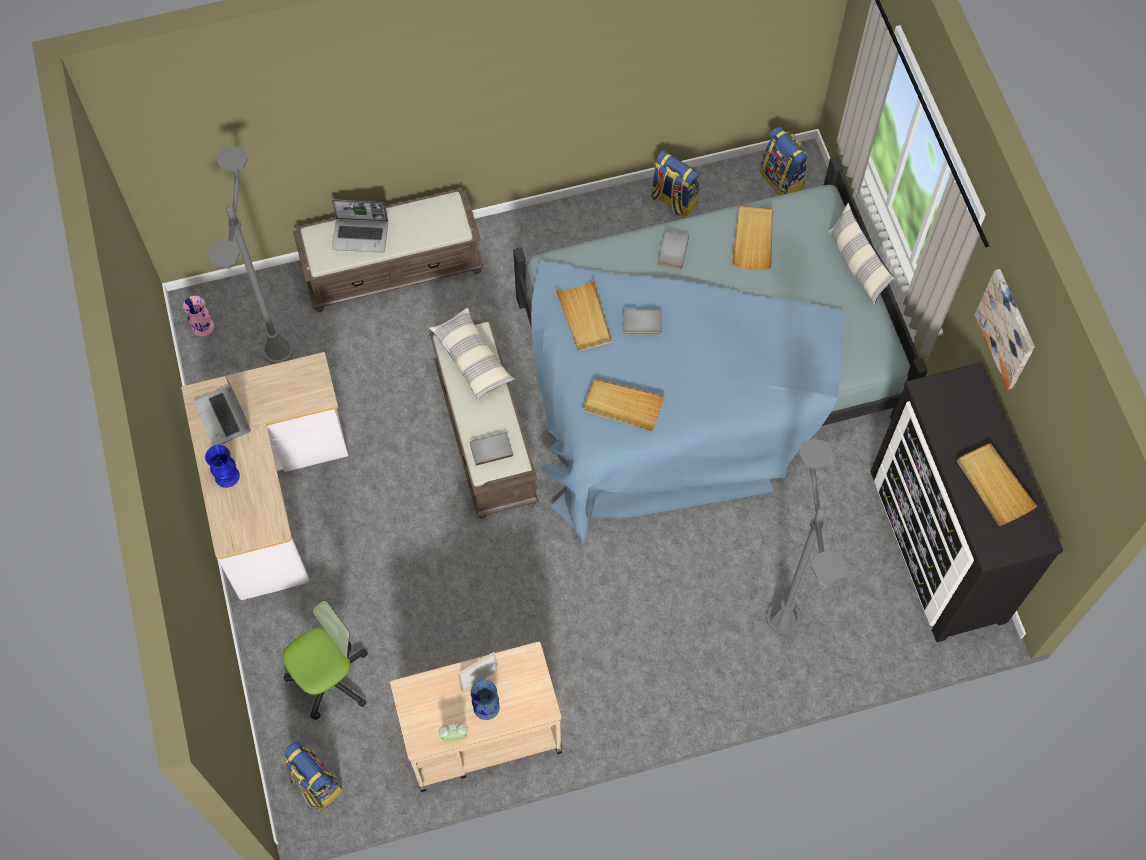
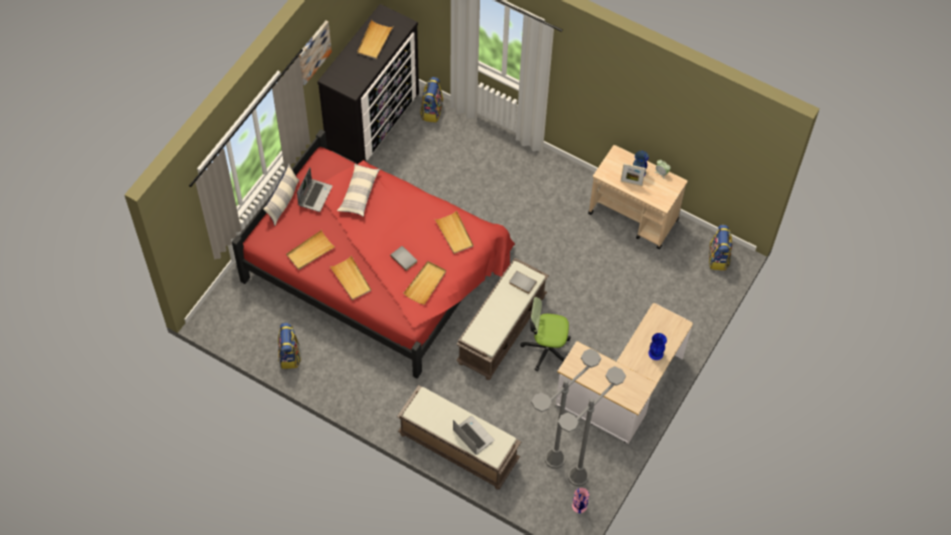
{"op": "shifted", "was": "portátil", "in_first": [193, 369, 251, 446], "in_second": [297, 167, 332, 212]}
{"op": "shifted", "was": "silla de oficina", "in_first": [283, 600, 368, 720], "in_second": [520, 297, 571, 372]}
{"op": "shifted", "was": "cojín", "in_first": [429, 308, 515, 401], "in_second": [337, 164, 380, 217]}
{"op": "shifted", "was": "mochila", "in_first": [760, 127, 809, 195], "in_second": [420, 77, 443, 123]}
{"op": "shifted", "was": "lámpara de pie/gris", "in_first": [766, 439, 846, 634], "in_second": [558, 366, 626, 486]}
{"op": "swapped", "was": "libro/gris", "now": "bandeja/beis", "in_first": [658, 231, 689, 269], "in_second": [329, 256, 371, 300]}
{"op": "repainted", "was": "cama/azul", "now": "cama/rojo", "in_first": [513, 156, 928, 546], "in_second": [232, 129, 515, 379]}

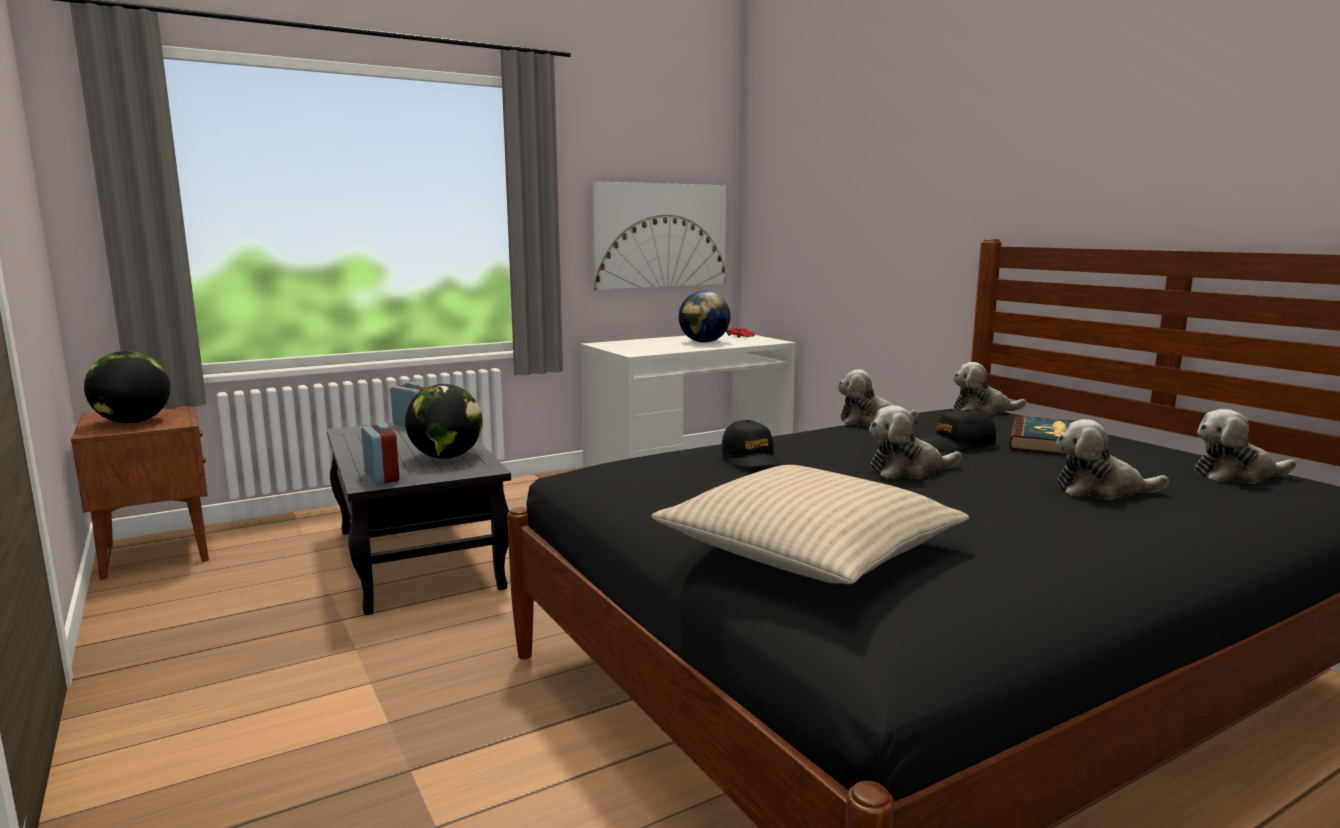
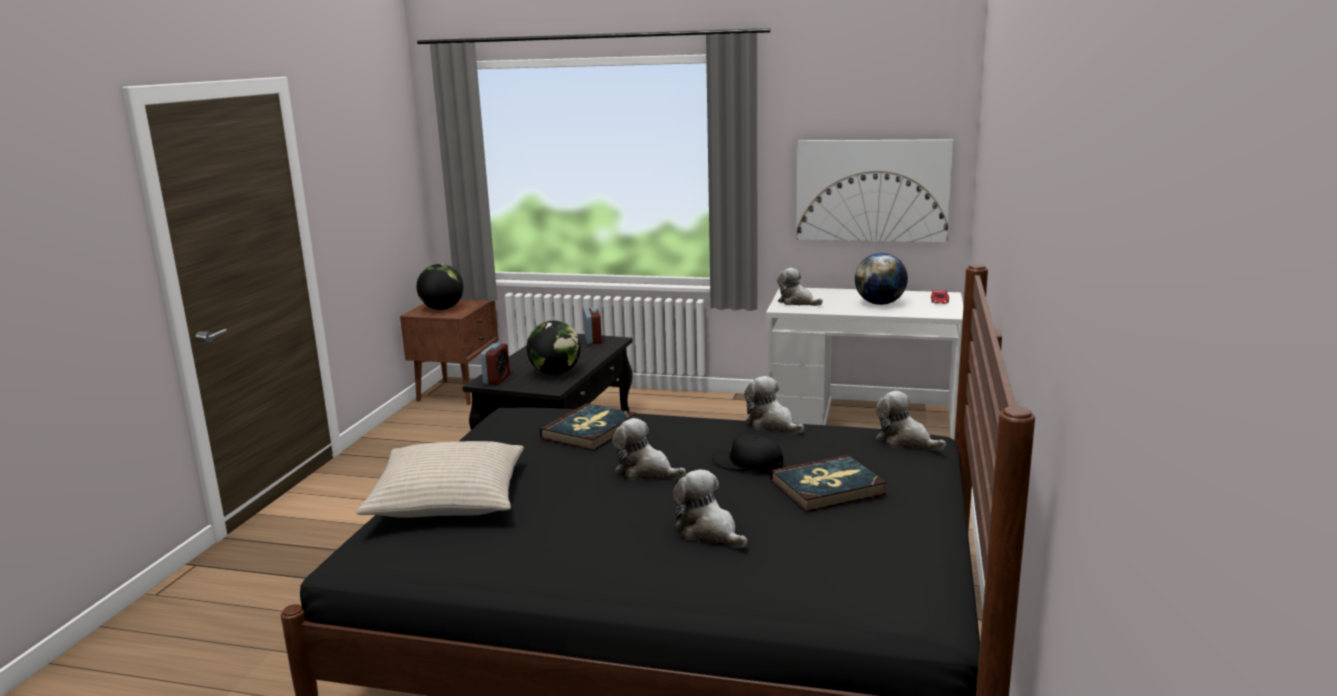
{"op": "shifted", "was": "peluche", "in_first": [1194, 409, 1296, 484], "in_second": [777, 268, 823, 306]}
{"op": "swapped", "was": "gorra/negro", "now": "libro", "in_first": [721, 420, 781, 468], "in_second": [540, 403, 637, 451]}

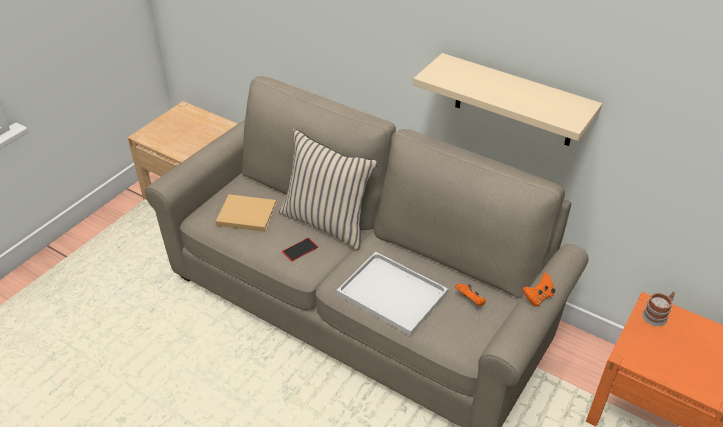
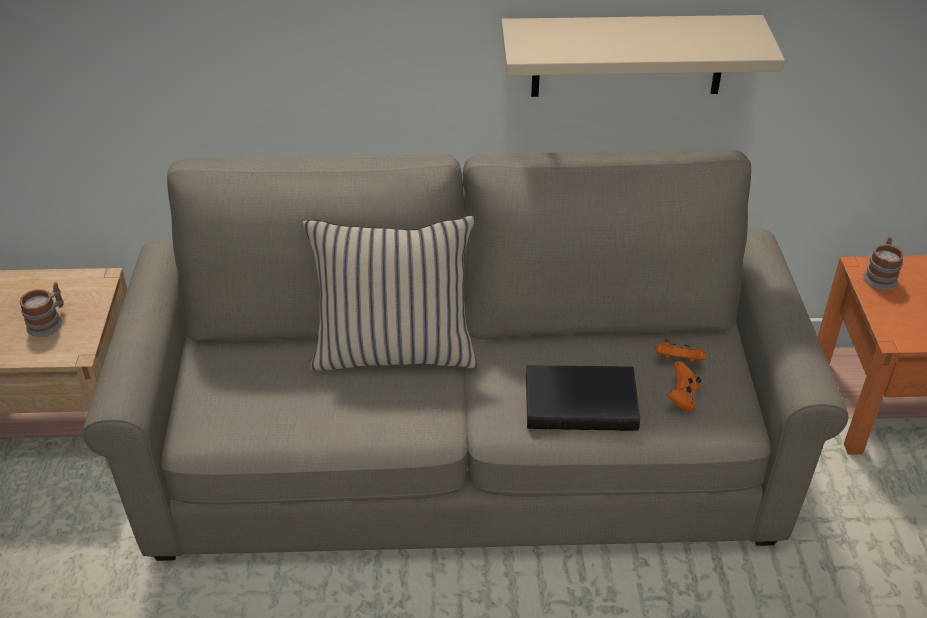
{"op": "gone", "was": "libro/beis", "in_first": [216, 194, 277, 232]}
{"op": "gone", "was": "móvil", "in_first": [282, 238, 318, 261]}
{"op": "new", "now": "taza grande", "in_second": [20, 282, 64, 337]}
{"op": "shifted", "was": "mando de consola/naranja", "in_first": [523, 273, 555, 306], "in_second": [668, 361, 701, 412]}
{"op": "swapped", "was": "bandeja/blanco", "now": "libro/negro", "in_first": [336, 252, 448, 336], "in_second": [526, 365, 640, 431]}

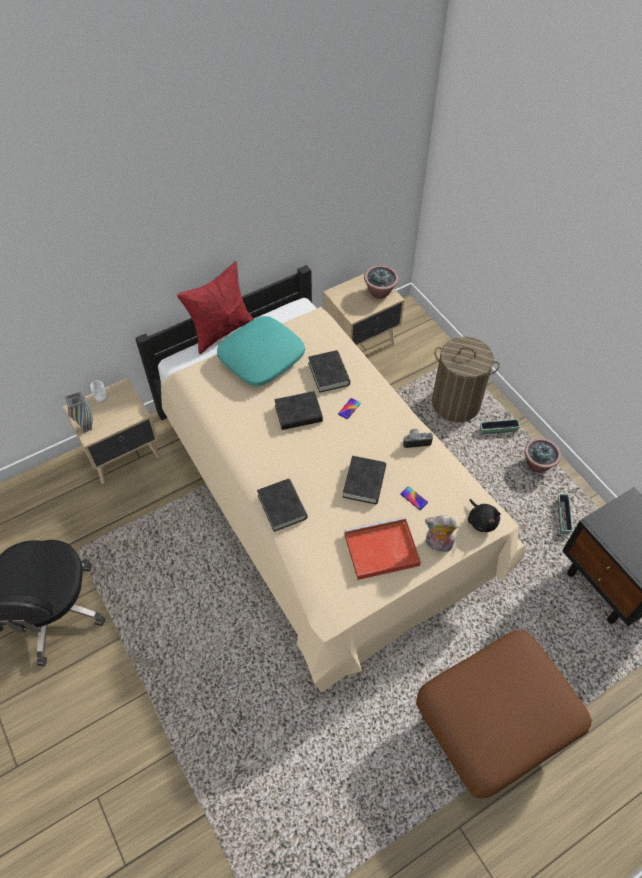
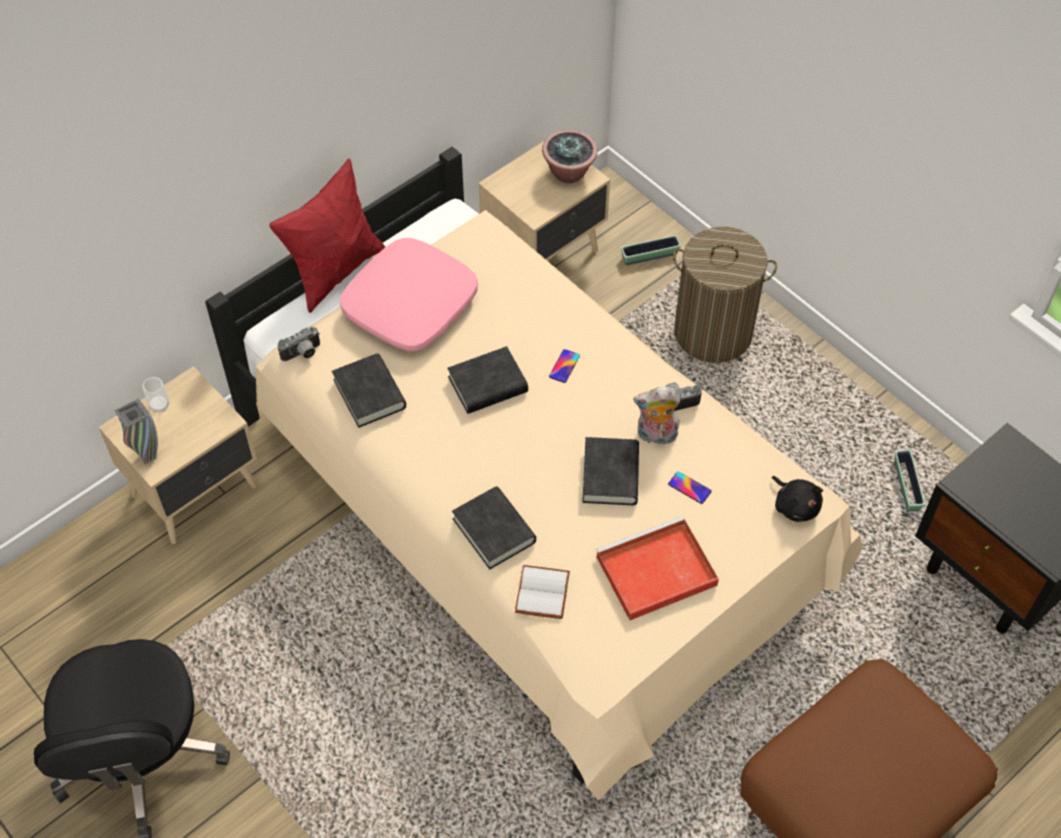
{"op": "gone", "was": "planta en maceta", "in_first": [525, 438, 561, 472]}
{"op": "new", "now": "cámara", "in_second": [278, 327, 320, 361]}
{"op": "new", "now": "libro/blanco", "in_second": [515, 565, 570, 619]}
{"op": "shifted", "was": "libro/negro", "in_first": [308, 350, 350, 393], "in_second": [332, 353, 406, 428]}
{"op": "shifted", "was": "peluche", "in_first": [425, 515, 458, 552], "in_second": [633, 387, 680, 445]}
{"op": "shifted", "was": "maceta", "in_first": [480, 419, 520, 434], "in_second": [621, 235, 681, 265]}
{"op": "repainted", "was": "cojín/turquesa", "now": "cojín/rosa", "in_first": [217, 316, 305, 386], "in_second": [340, 238, 478, 351]}

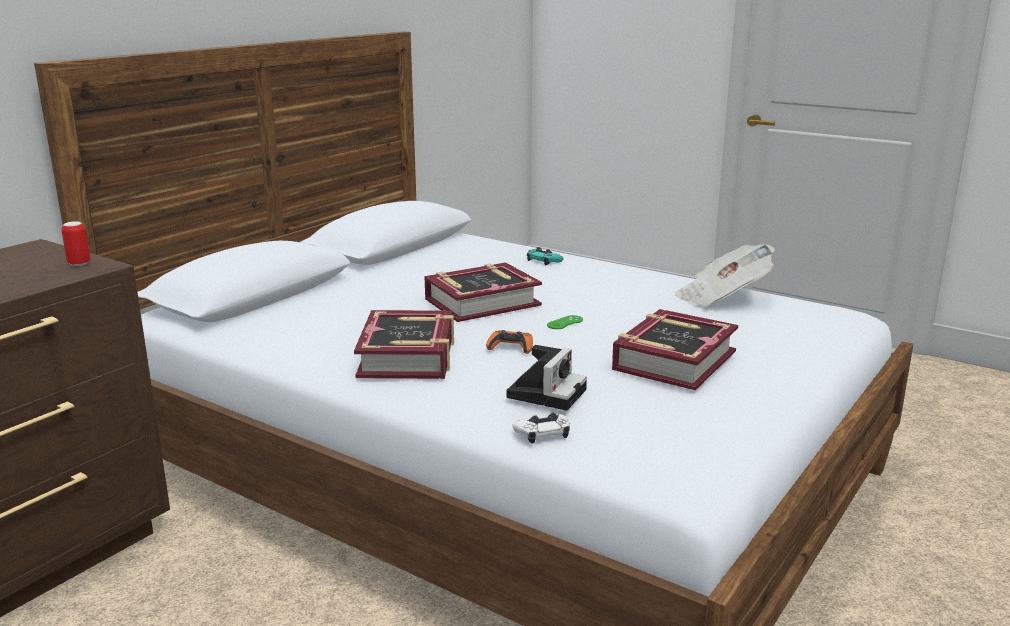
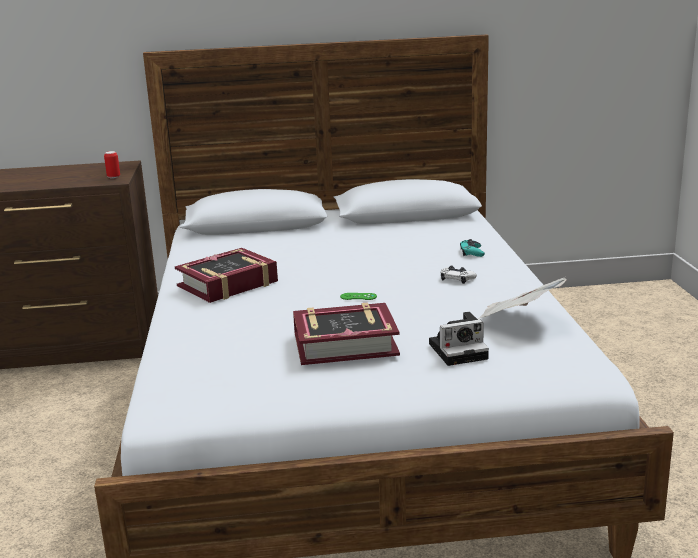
{"op": "gone", "was": "libro", "in_first": [425, 263, 542, 322]}
{"op": "gone", "was": "mando de consola/naranja", "in_first": [486, 330, 533, 354]}
{"op": "shifted", "was": "cámara", "in_first": [506, 345, 587, 411], "in_second": [429, 312, 489, 366]}
{"op": "shifted", "was": "mando de consola/blanco", "in_first": [513, 413, 570, 444], "in_second": [441, 266, 477, 284]}

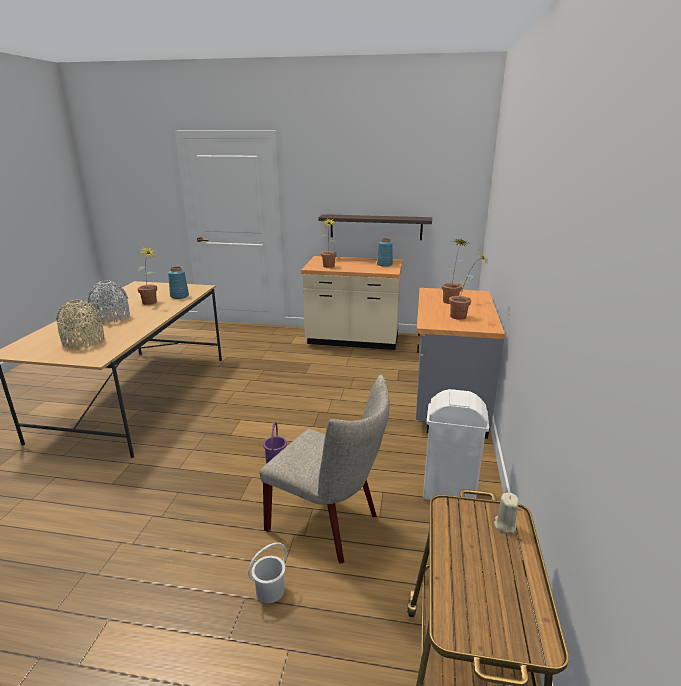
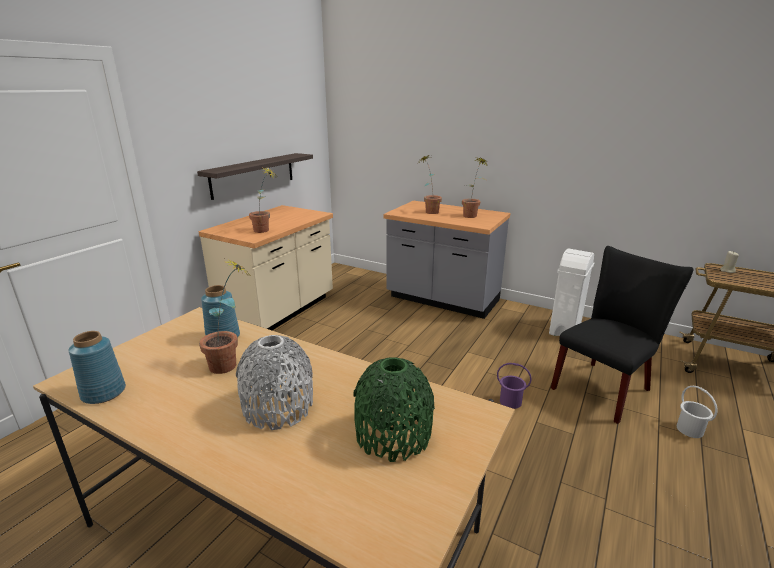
{"op": "shifted", "was": "florero/azul", "in_first": [377, 238, 393, 267], "in_second": [69, 331, 126, 404]}
{"op": "repainted", "was": "florero/beis", "now": "florero/verde", "in_first": [56, 300, 105, 349], "in_second": [353, 357, 435, 462]}
{"op": "repainted", "was": "silla/beis", "now": "silla/negro", "in_first": [260, 375, 389, 564], "in_second": [551, 246, 693, 424]}

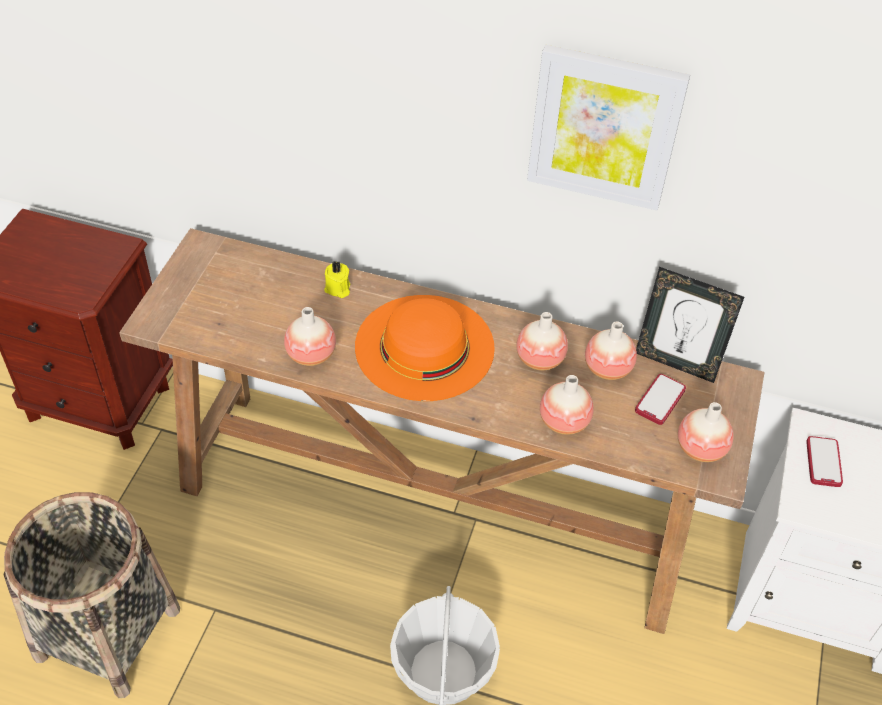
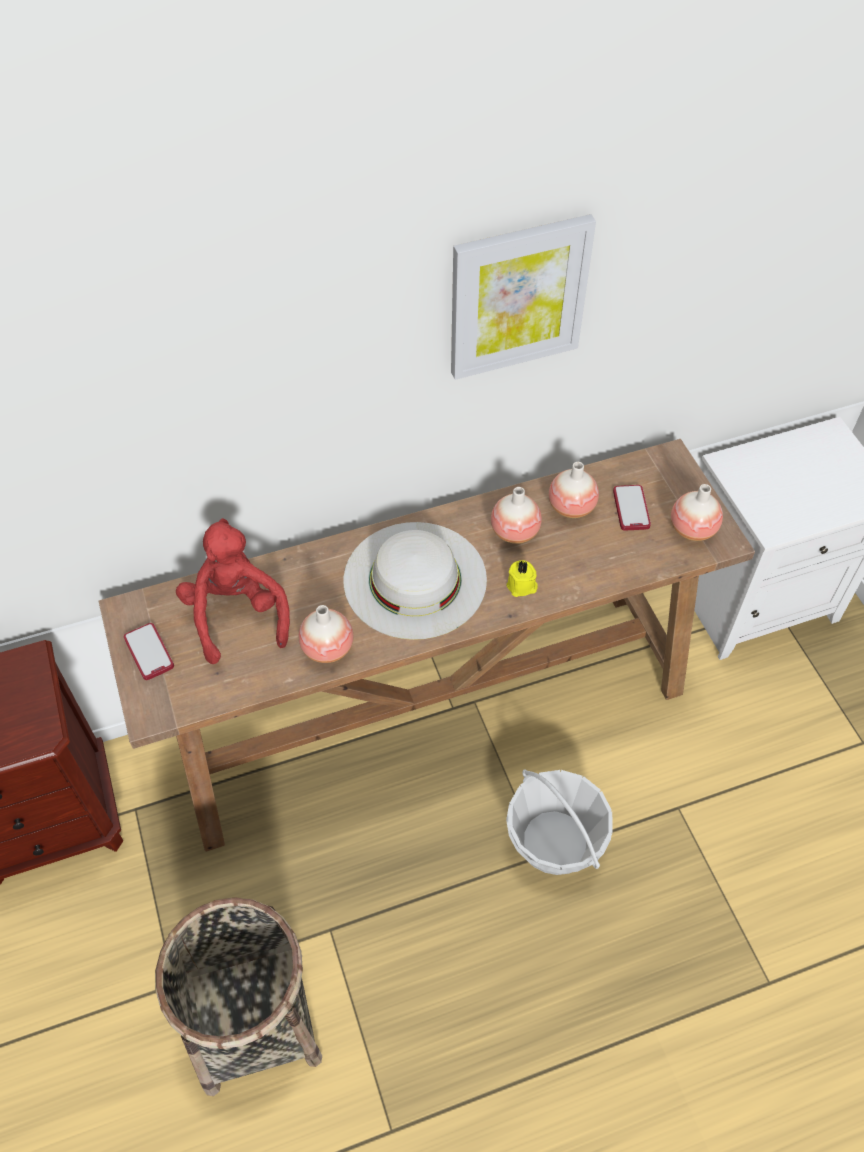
{"op": "gone", "was": "florero", "in_first": [540, 375, 594, 435]}
{"op": "gone", "was": "portarretratos", "in_first": [636, 267, 744, 383]}
{"op": "new", "now": "peluche/rojo", "in_second": [176, 518, 290, 664]}
{"op": "shifted", "was": "vela/amarillo", "in_first": [324, 261, 351, 298], "in_second": [506, 560, 538, 597]}
{"op": "shifted", "was": "móvil", "in_first": [806, 436, 843, 487], "in_second": [124, 623, 174, 680]}
{"op": "repainted", "was": "sombrero/naranja", "now": "sombrero/blanco", "in_first": [355, 295, 495, 401], "in_second": [344, 522, 487, 640]}

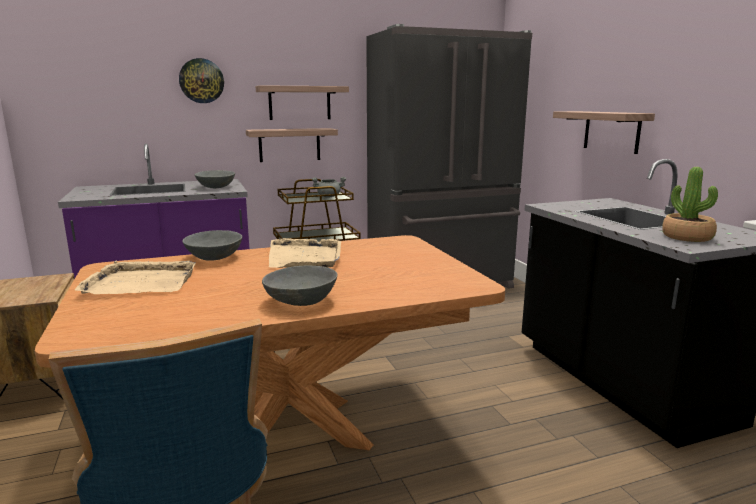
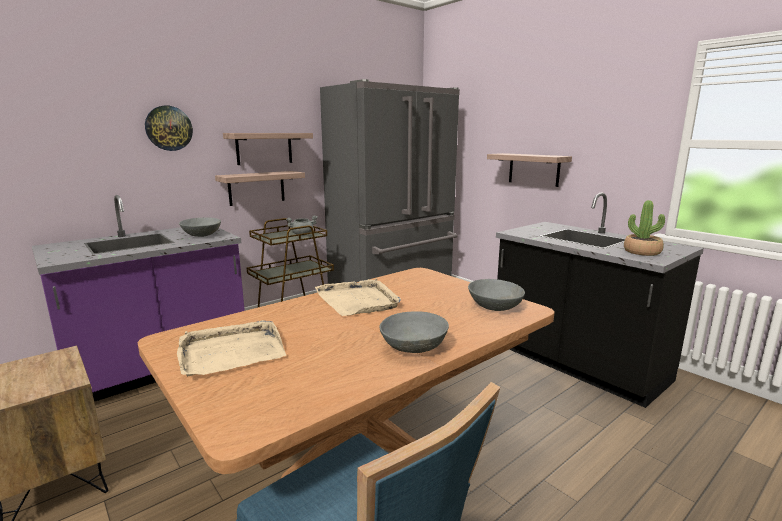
{"op": "shifted", "was": "cuenco/gris", "in_first": [182, 230, 242, 261], "in_second": [468, 279, 525, 311]}

